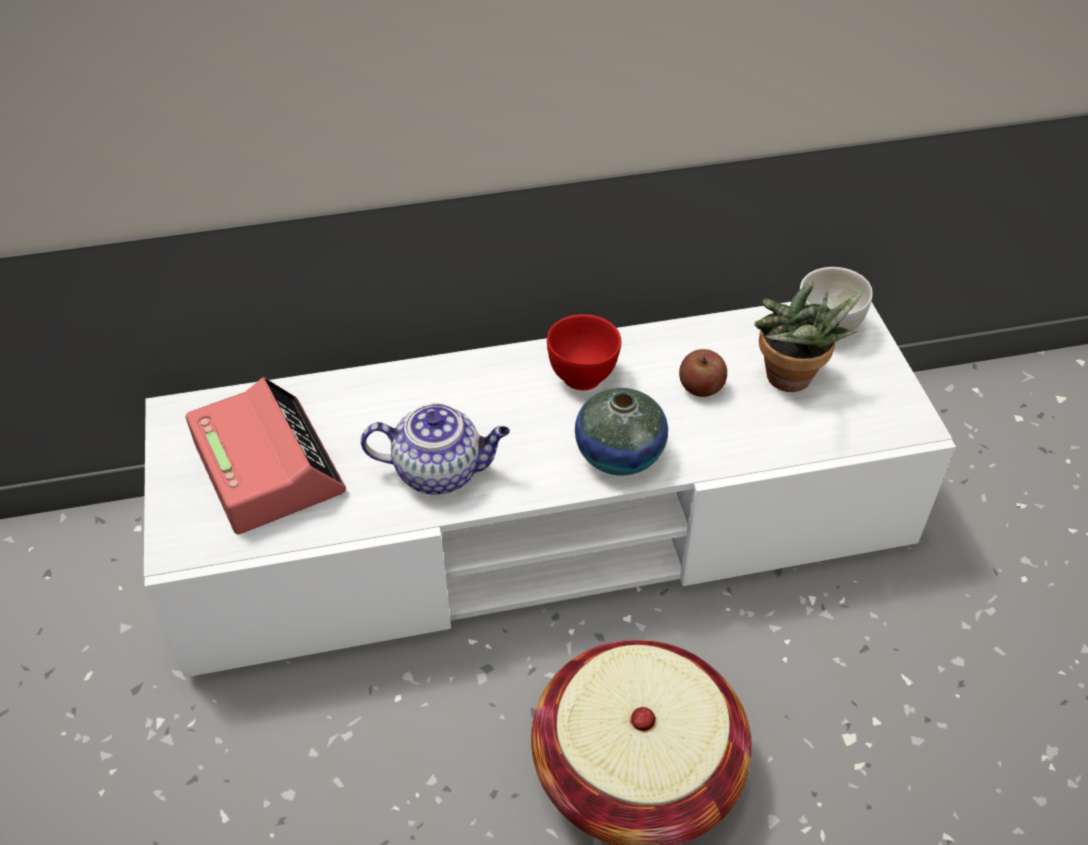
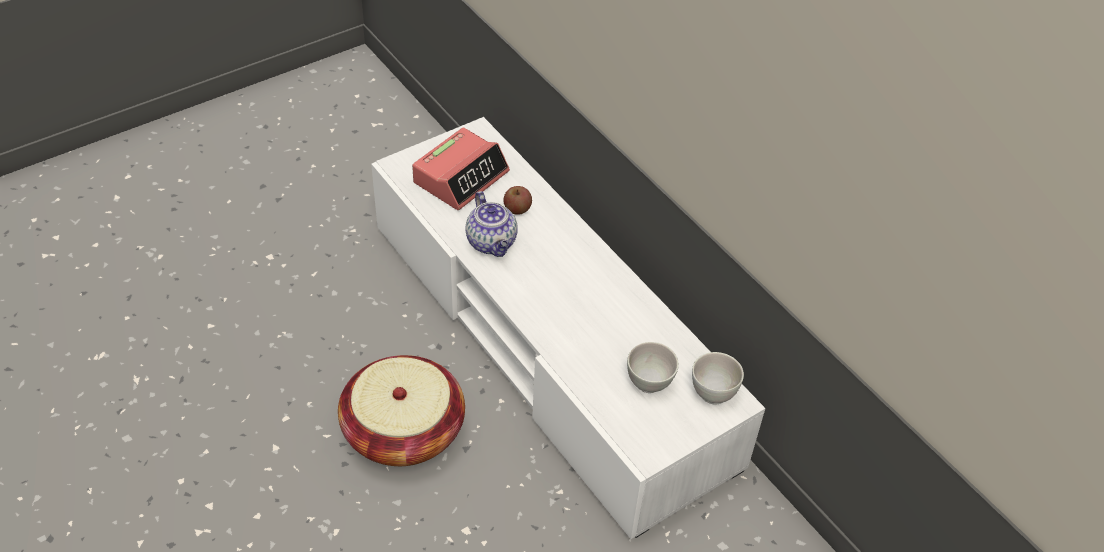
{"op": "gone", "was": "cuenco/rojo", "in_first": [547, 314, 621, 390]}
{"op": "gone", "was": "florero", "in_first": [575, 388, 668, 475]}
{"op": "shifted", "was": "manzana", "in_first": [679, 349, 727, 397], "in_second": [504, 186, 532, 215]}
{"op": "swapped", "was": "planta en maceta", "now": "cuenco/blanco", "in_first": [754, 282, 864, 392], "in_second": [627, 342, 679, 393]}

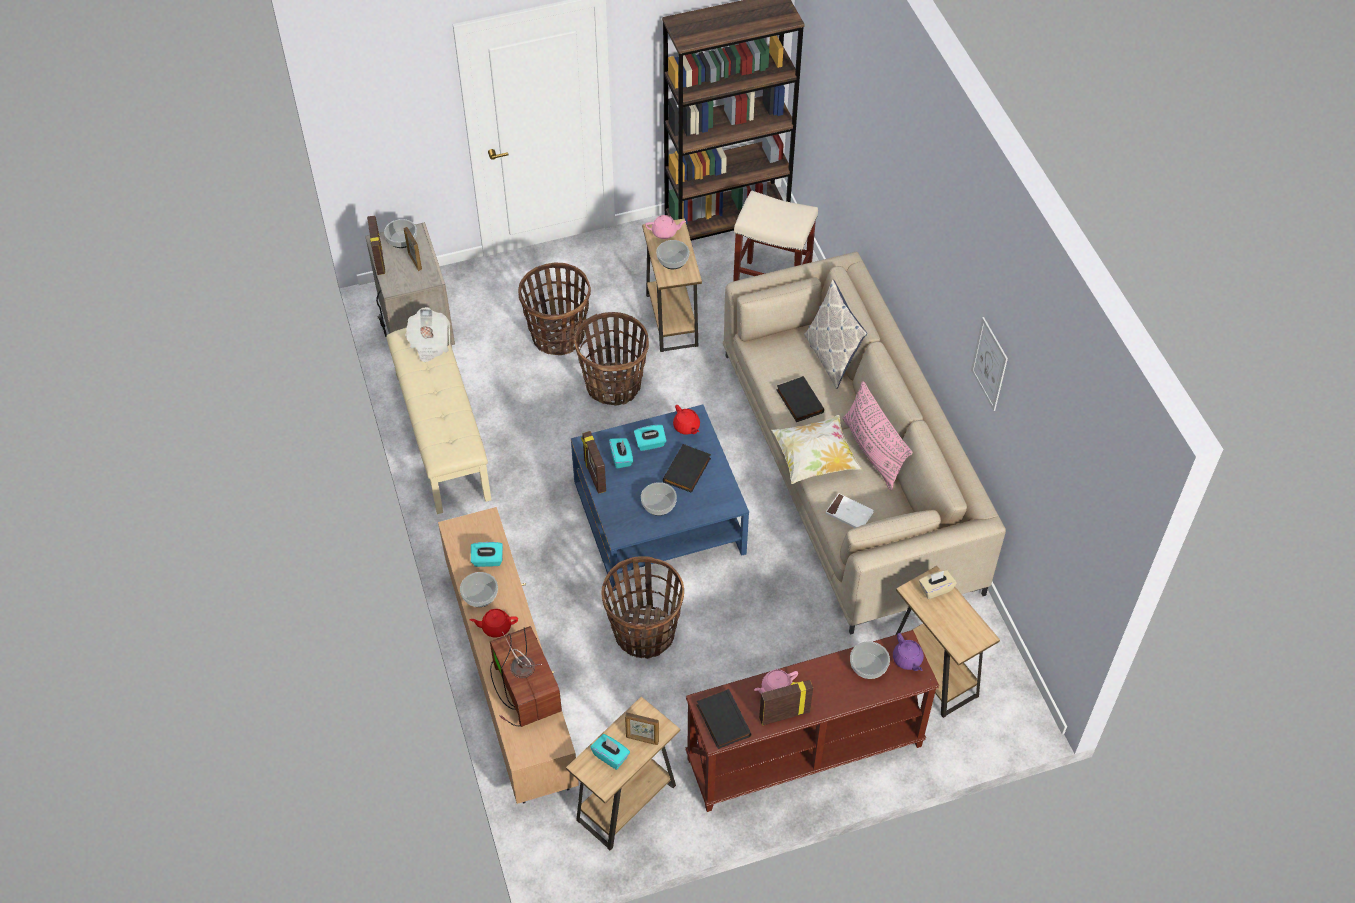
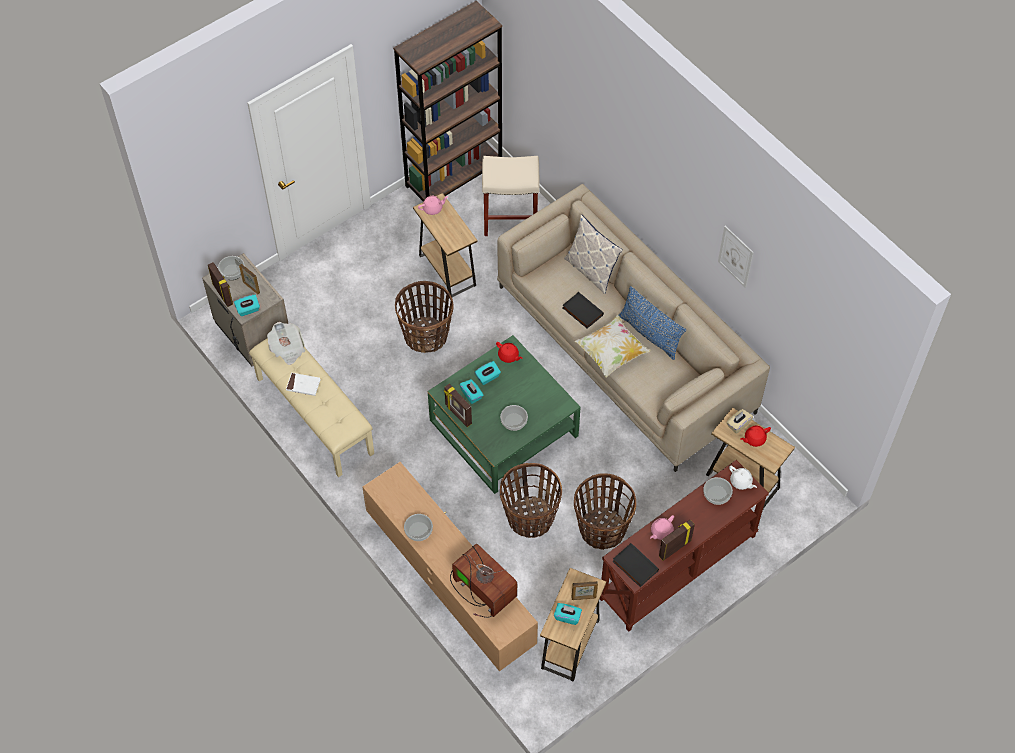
{"op": "gone", "was": "cuenco", "in_first": [656, 240, 690, 269]}
{"op": "gone", "was": "libro/negro", "in_first": [663, 444, 711, 493]}
{"op": "shifted", "was": "tetera/rojo", "in_first": [470, 609, 518, 638], "in_second": [740, 425, 771, 447]}
{"op": "shifted", "was": "caja de pañuelos/turquesa", "in_first": [471, 542, 503, 567], "in_second": [234, 295, 260, 316]}
{"op": "shifted", "was": "cesta", "in_first": [518, 262, 591, 355], "in_second": [574, 473, 636, 550]}
{"op": "shifted", "was": "libro/blanco", "in_first": [826, 493, 874, 528], "in_second": [286, 373, 321, 396]}
{"op": "repainted", "was": "mesa de centro/azul", "now": "mesa de centro/verde", "in_first": [571, 404, 749, 591], "in_second": [428, 335, 581, 494]}
{"op": "repainted", "was": "cojín/rosa", "now": "cojín/azul", "in_first": [842, 381, 913, 490], "in_second": [619, 286, 686, 360]}
{"op": "repainted", "was": "tetera/morado", "now": "tetera/blanco", "in_first": [893, 633, 924, 671], "in_second": [729, 466, 757, 490]}

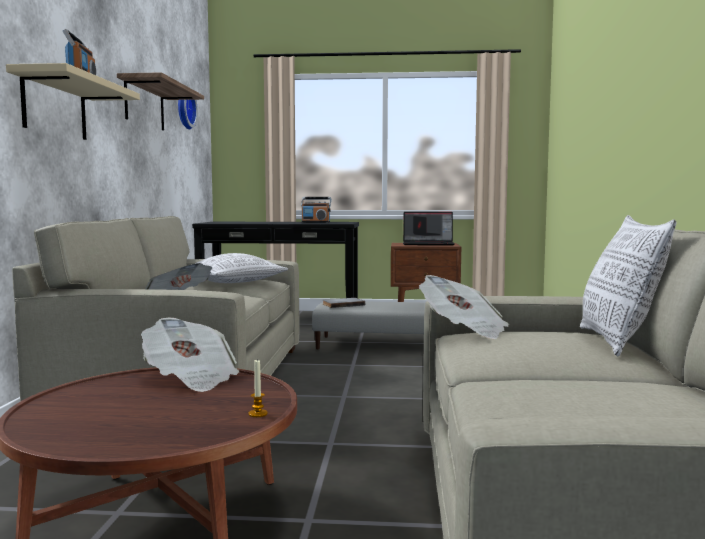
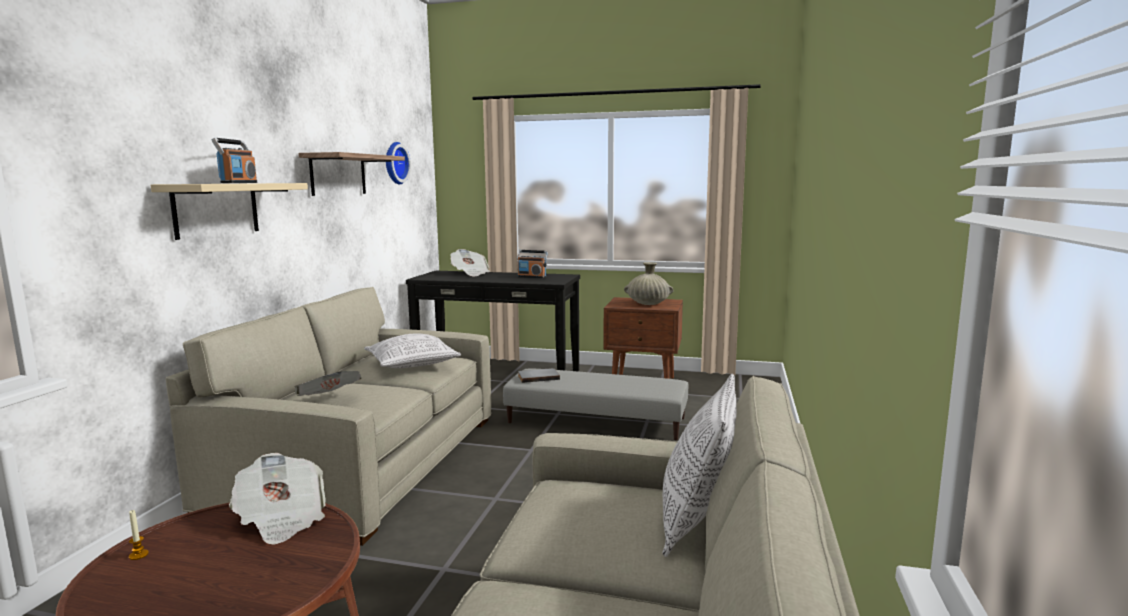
{"op": "shifted", "was": "vela", "in_first": [249, 360, 268, 417], "in_second": [129, 510, 149, 560]}
{"op": "shifted", "was": "periódico", "in_first": [419, 275, 509, 339], "in_second": [450, 249, 490, 276]}
{"op": "swapped", "was": "portátil", "now": "florero/beis", "in_first": [403, 212, 454, 246], "in_second": [624, 262, 674, 305]}

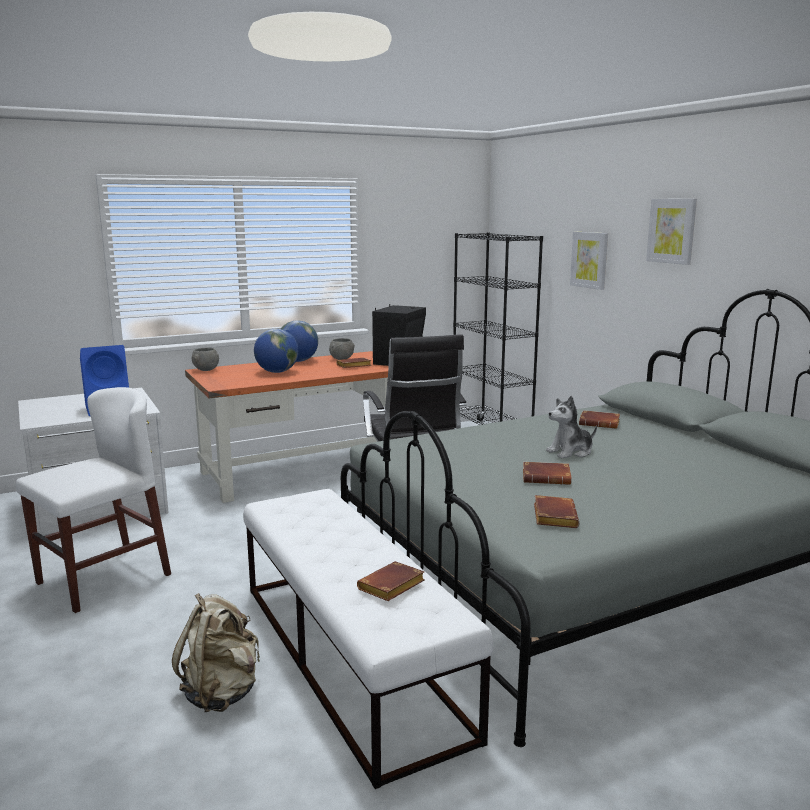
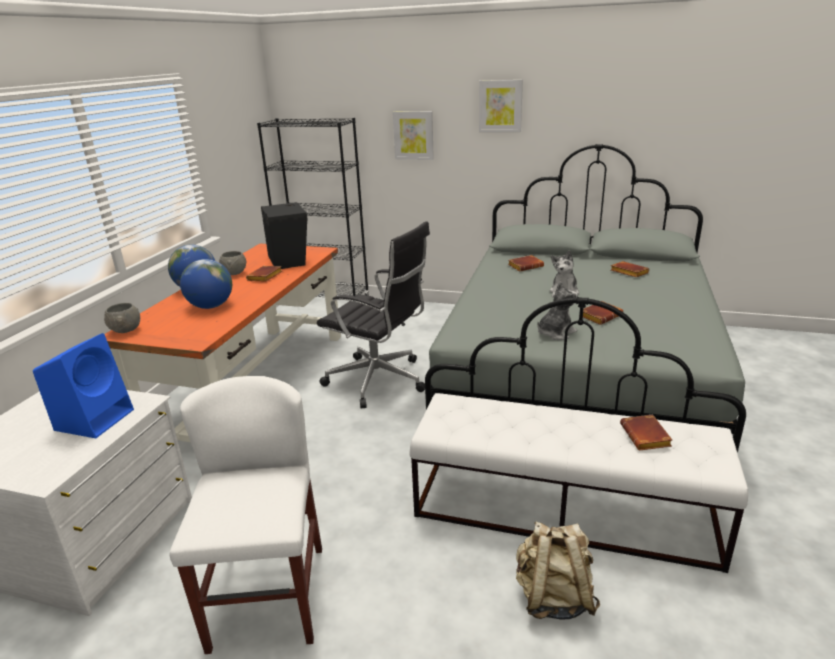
{"op": "new", "now": "peluche", "in_second": [537, 281, 578, 340]}
{"op": "shifted", "was": "libro/marrón", "in_first": [534, 495, 579, 528], "in_second": [611, 261, 649, 277]}

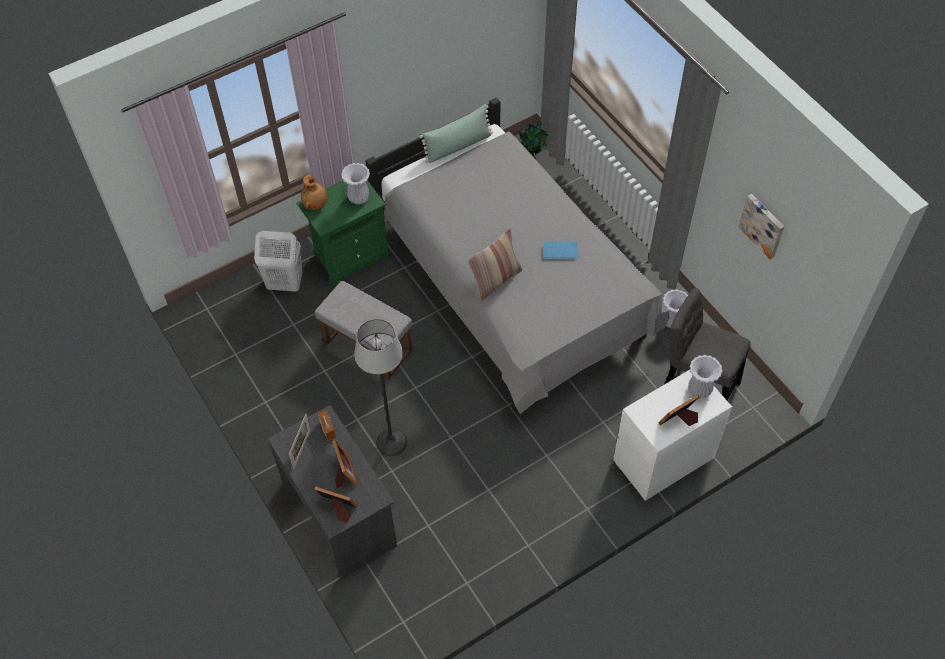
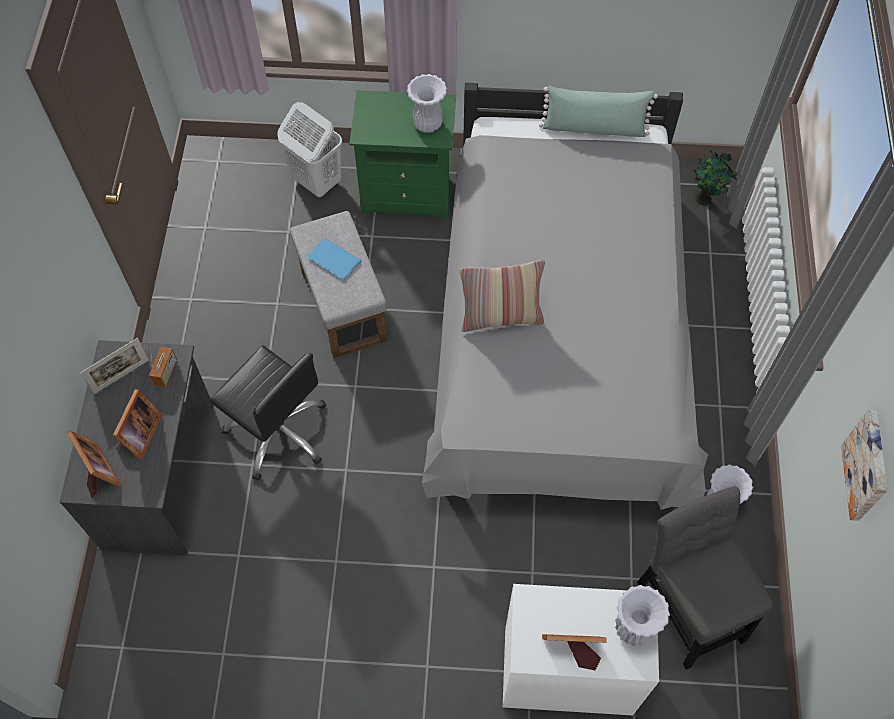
{"op": "gone", "was": "florero/marrón", "in_first": [301, 174, 327, 210]}
{"op": "shifted", "was": "libro/azul", "in_first": [543, 241, 578, 260], "in_second": [307, 238, 361, 281]}
{"op": "swapped", "was": "lámpara de pie", "now": "silla de oficina/negro", "in_first": [354, 319, 407, 456], "in_second": [209, 345, 326, 481]}

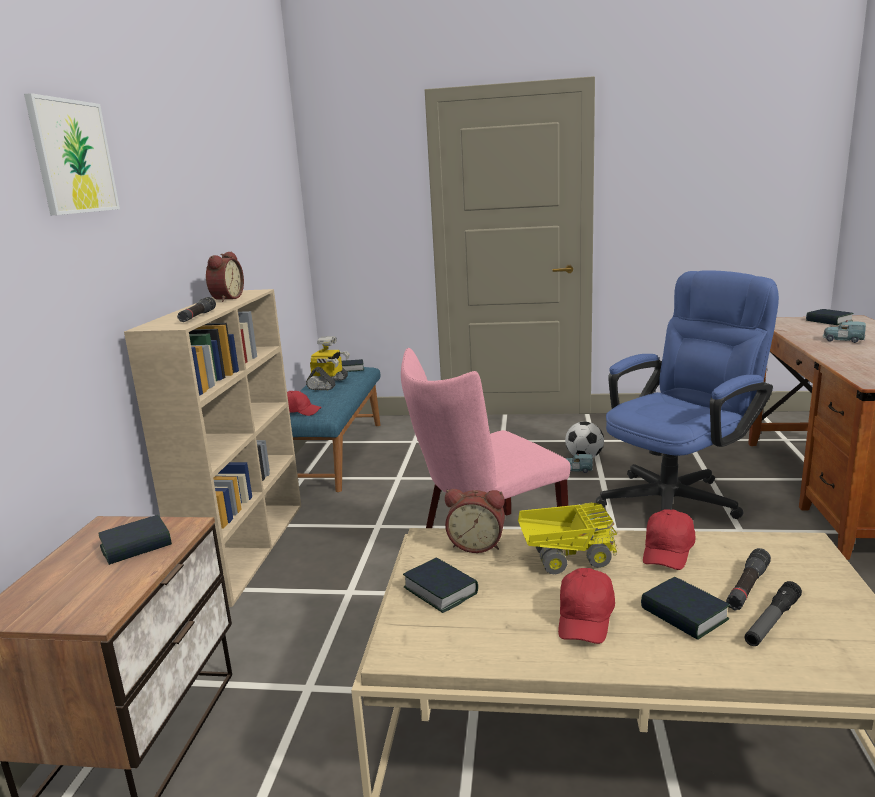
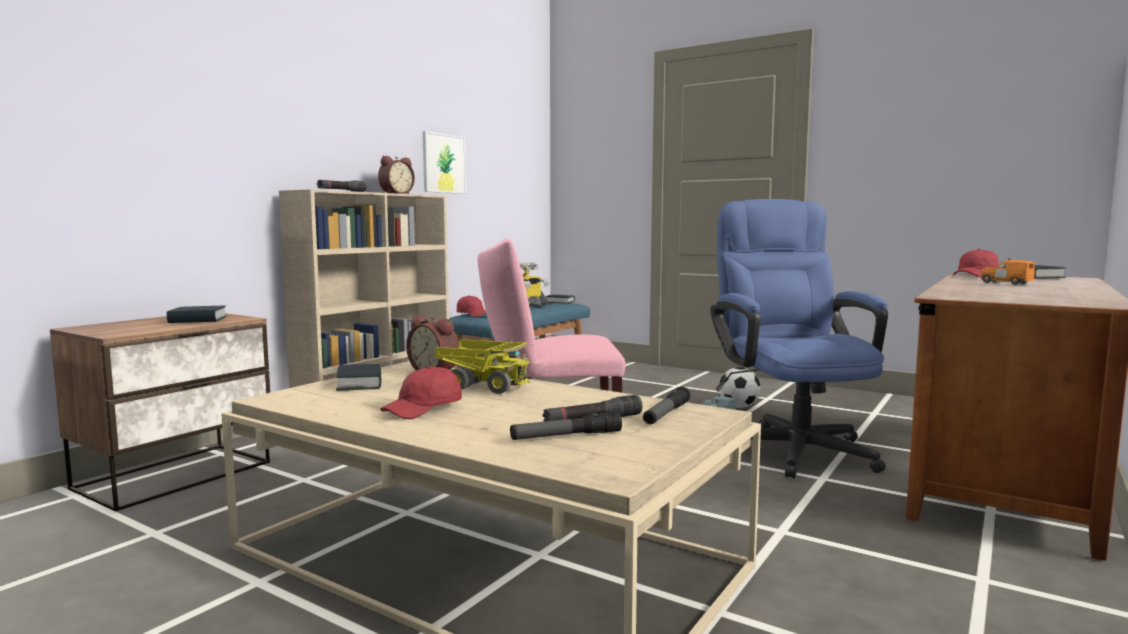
{"op": "gone", "was": "libro", "in_first": [641, 577, 730, 640]}
{"op": "new", "now": "linterna", "in_second": [643, 386, 690, 424]}
{"op": "shifted", "was": "cuadro", "in_first": [24, 93, 120, 215], "in_second": [423, 131, 466, 194]}
{"op": "shifted", "was": "gorra/rojo", "in_first": [643, 509, 695, 570], "in_second": [953, 249, 999, 277]}
{"op": "repainted", "was": "coche de juguete/azul", "now": "coche de juguete/naranja", "in_first": [823, 320, 866, 343], "in_second": [981, 258, 1035, 285]}
{"op": "rotated", "was": "silla de oficina/azul", "in_first": [596, 270, 779, 519], "in_second": [710, 199, 888, 479], "clockwise": -90}

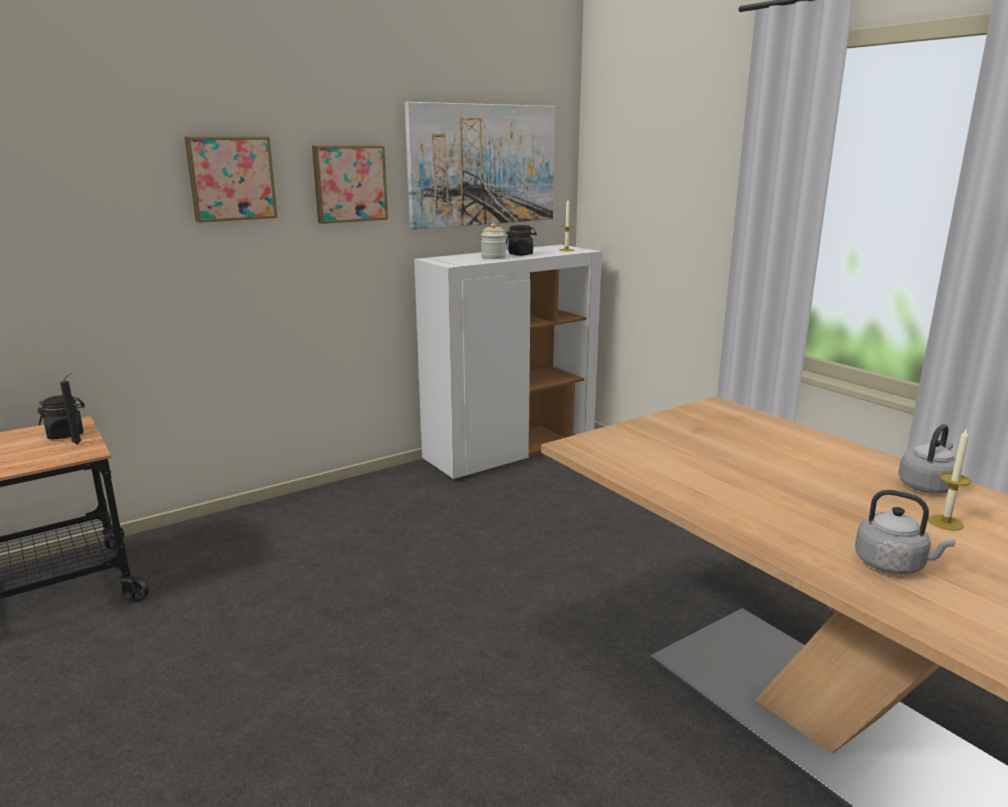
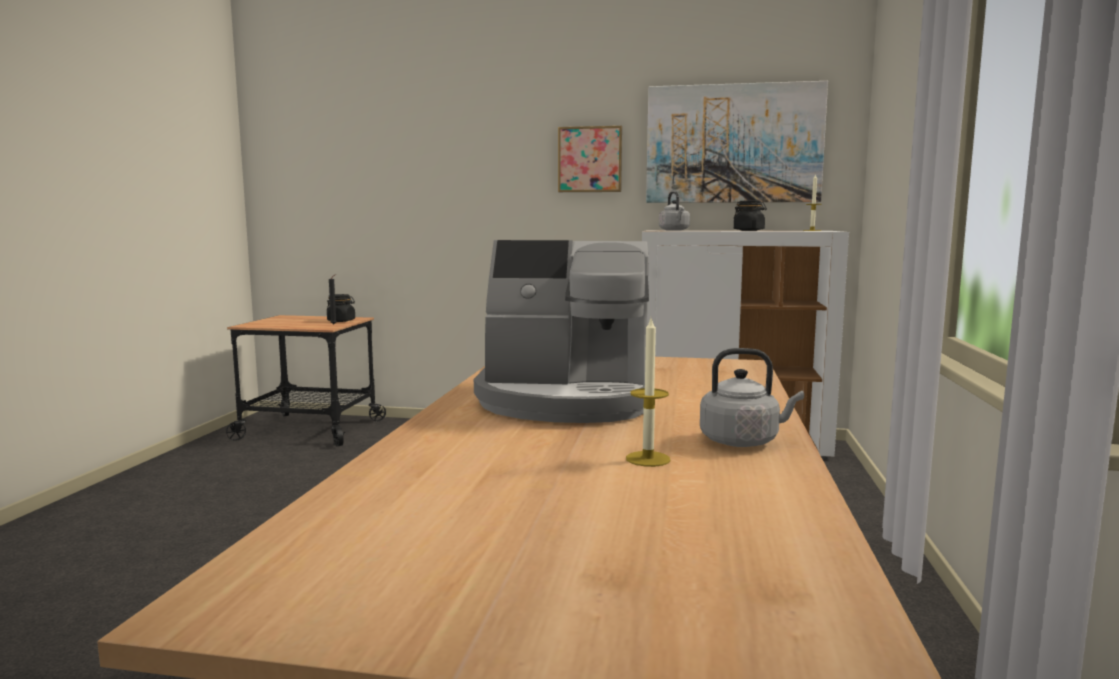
{"op": "gone", "was": "cuadro", "in_first": [185, 137, 278, 223]}
{"op": "gone", "was": "tarro", "in_first": [481, 223, 506, 259]}
{"op": "new", "now": "cafetera", "in_second": [474, 240, 649, 423]}
{"op": "shifted", "was": "hervidor/gris", "in_first": [855, 490, 955, 575], "in_second": [659, 191, 690, 231]}

